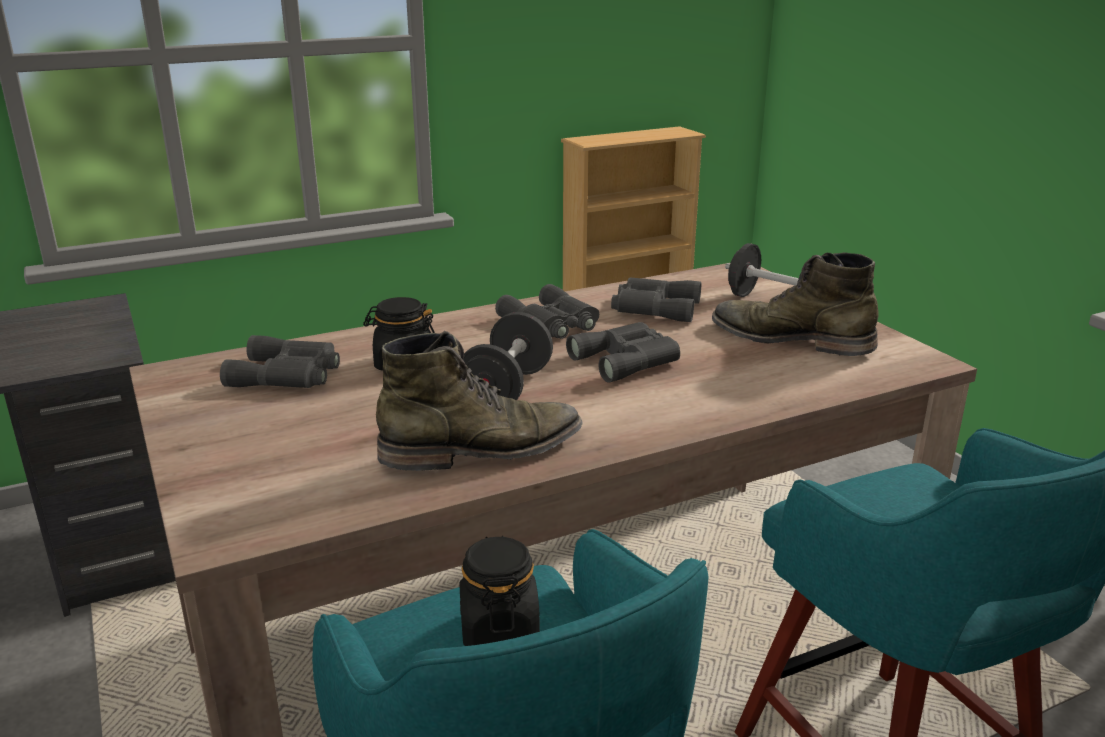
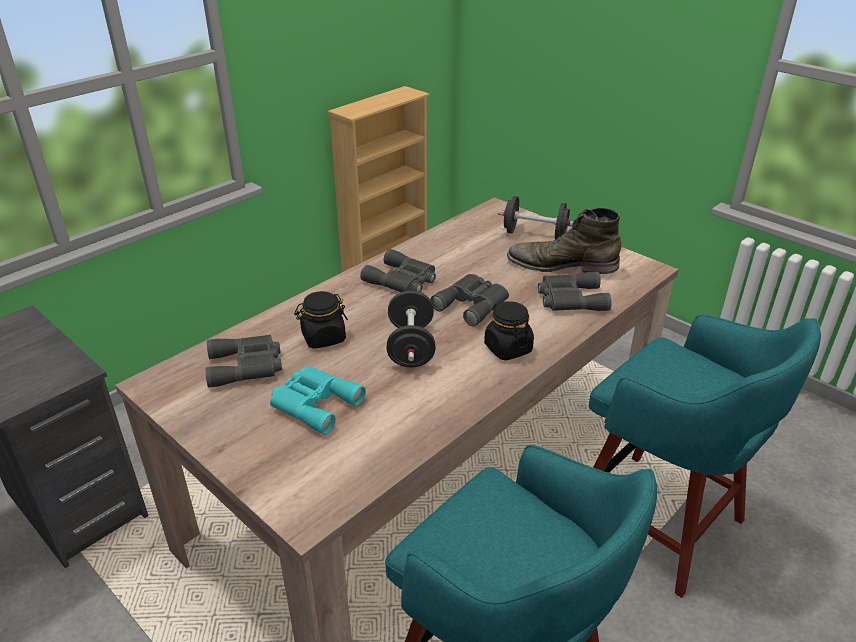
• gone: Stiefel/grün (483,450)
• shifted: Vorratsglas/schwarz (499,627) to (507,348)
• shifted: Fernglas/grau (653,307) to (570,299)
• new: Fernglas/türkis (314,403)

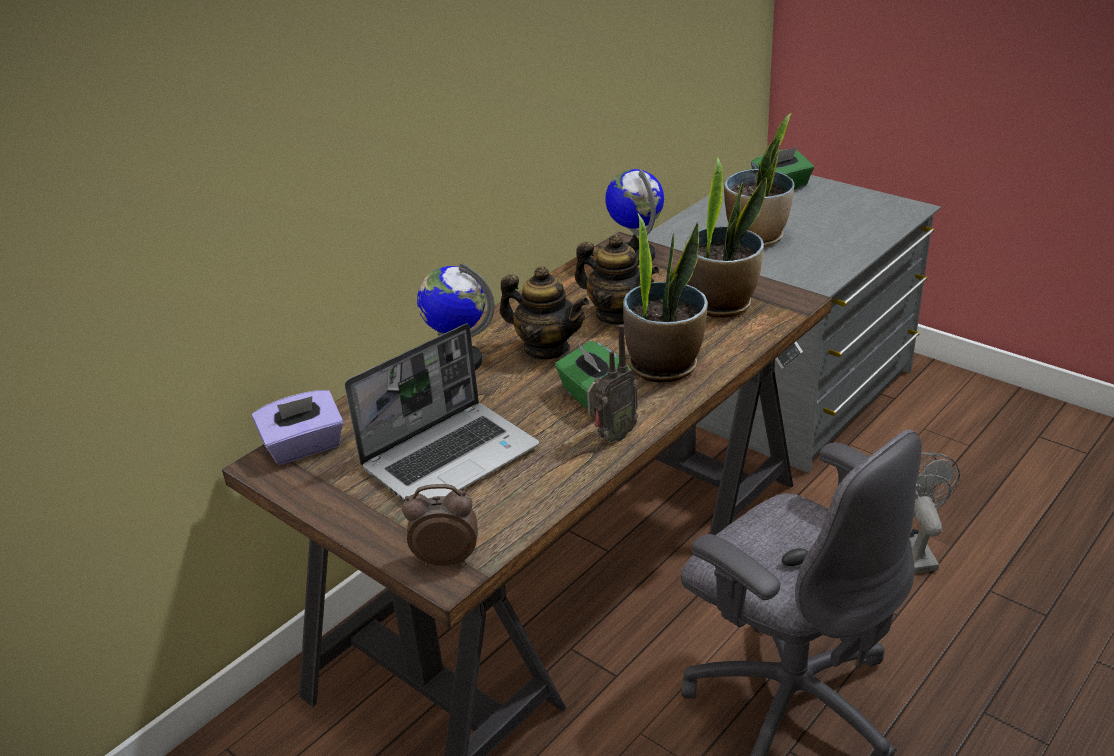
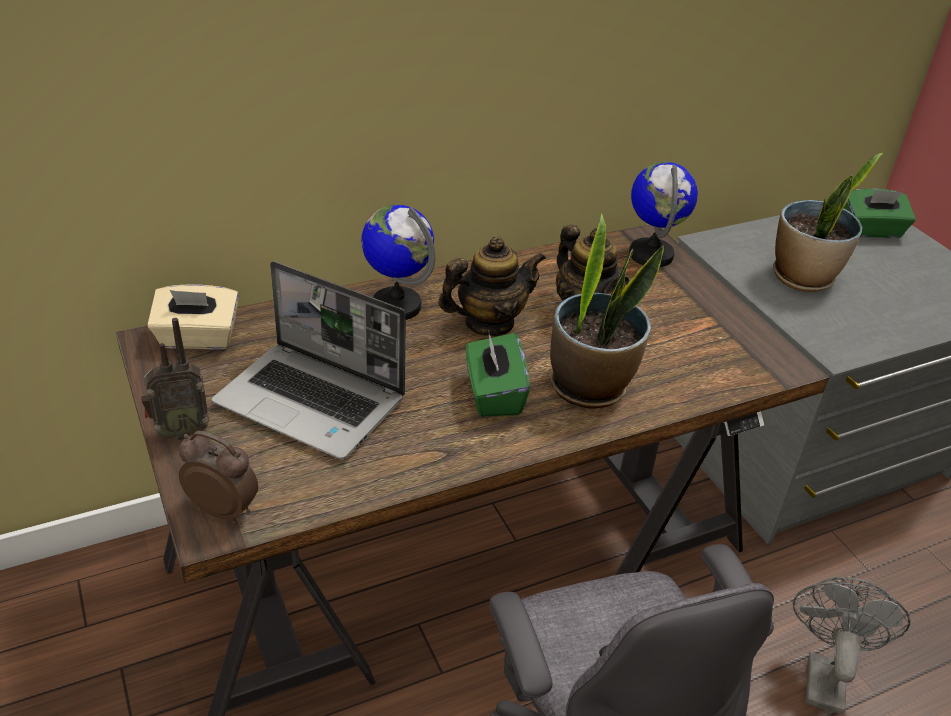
• repainted: Taschentuchbox/lila (304,447) to Taschentuchbox/beige (197,338)
• rotated: Laptop (451,456) = (313,402) 45 degrees clockwise
• rotated: Teekanne (547,348) = (489,323) 75 degrees counterclockwise
• shifted: Radio (612,436) to (180,432)
• gone: Topfpflanze (721,304)

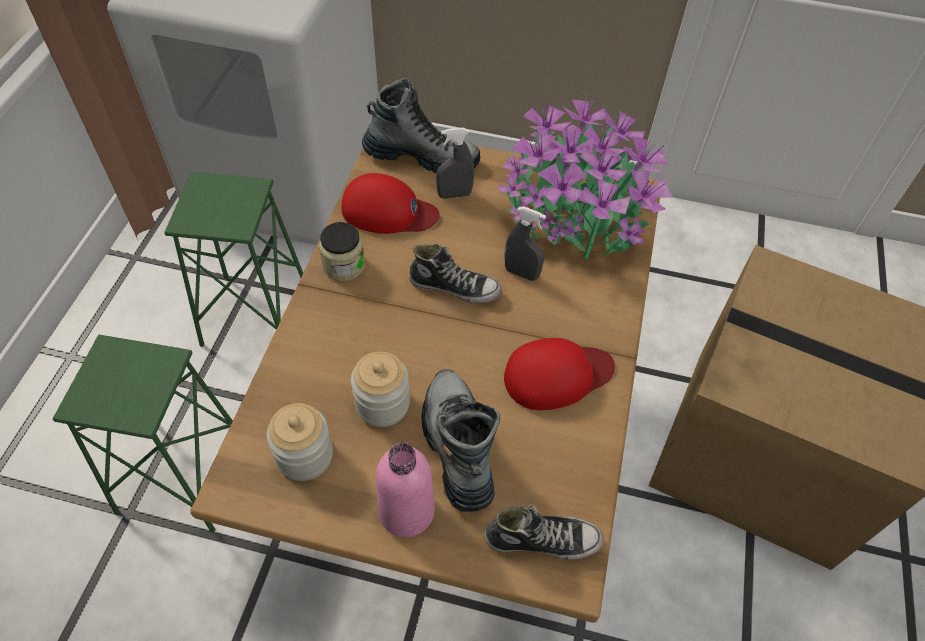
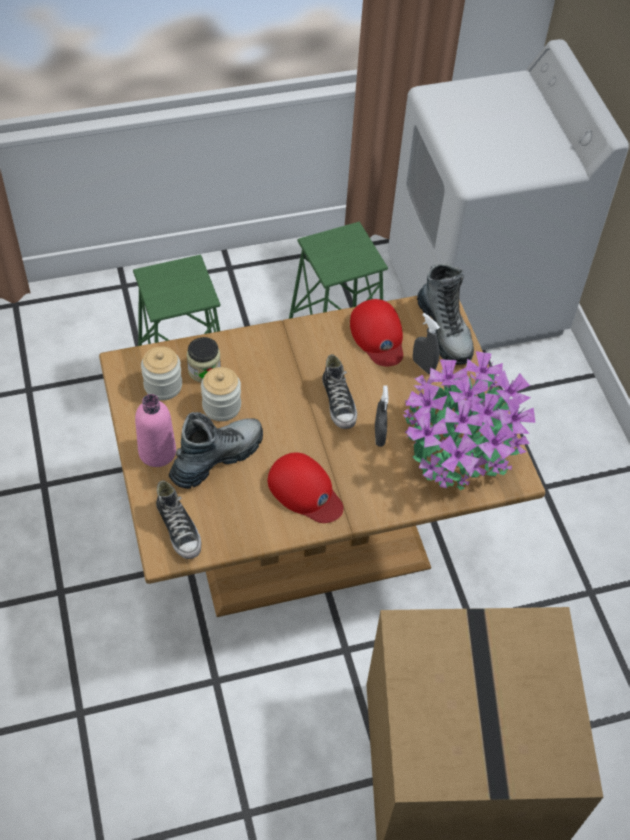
• shifted: Vorratsglas (344,265) to (204,370)

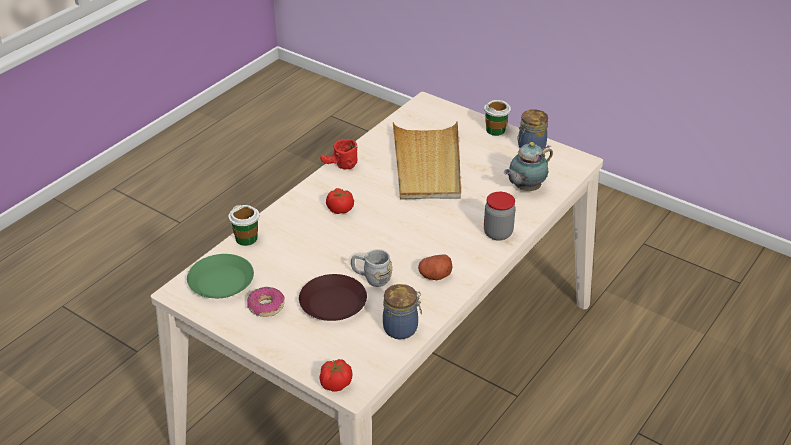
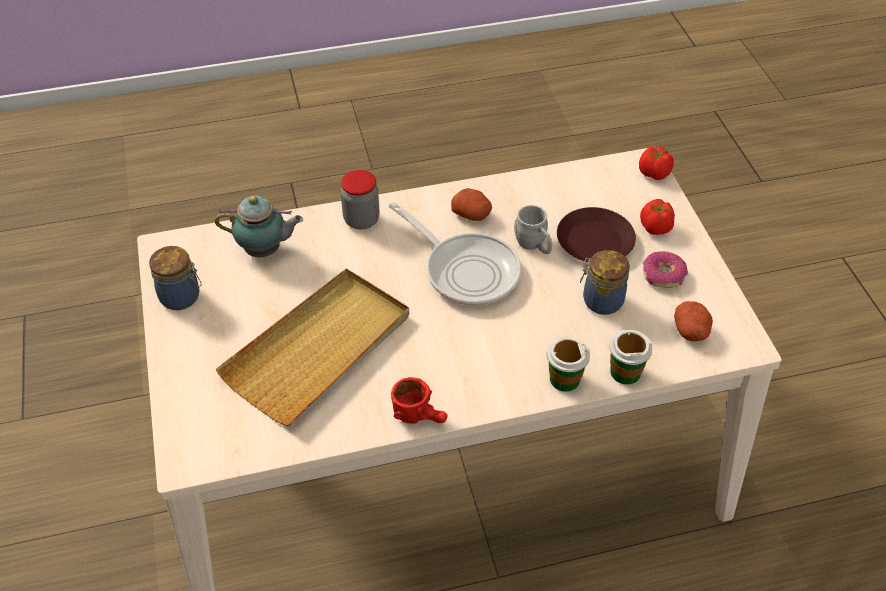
• swapped: Teller/grün (221,281) to Kartoffel (691,331)
• shifted: Tomate (340,210) to (655,228)
• shifted: Vorratsglas (402,328) to (600,300)
• shifted: Tasse (495,130) to (564,379)
• new: Pfanne (466,270)

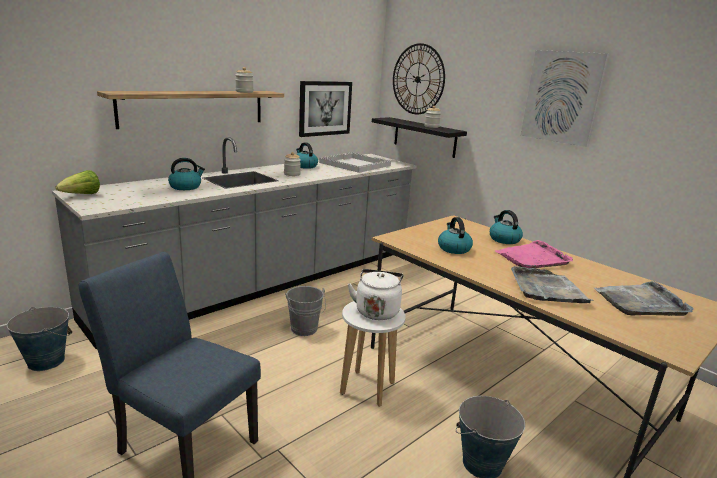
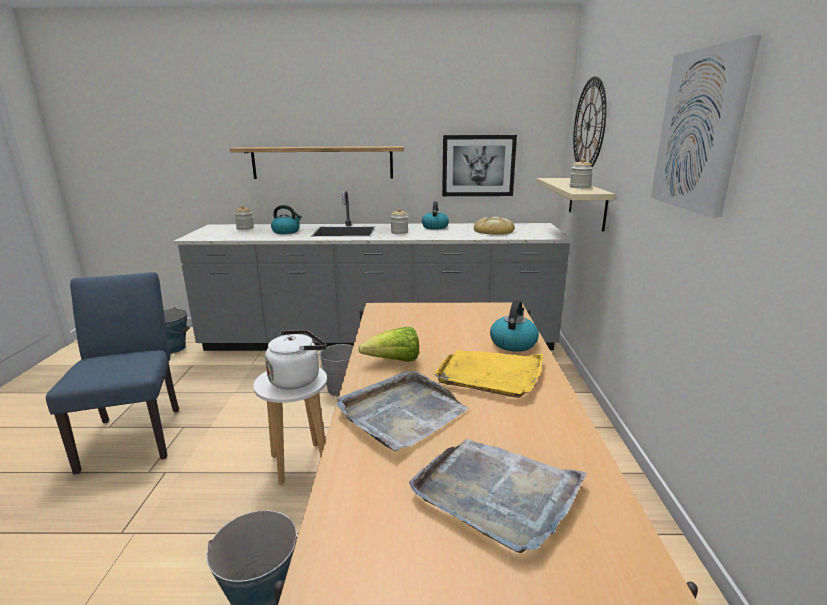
• shifted: Salatkopf (82,195) to (394,361)
• shifted: Vorratsglas (244,92) to (245,228)
• swapped: Tablett/weiß (354,164) to Brot (494,230)
• repainted: Wandregal/schwarz (424,137) to Wandregal/beige (587,202)
• gone: Wasserkessel (453,248)
• repainted: Tablett/rosa (533,258) to Tablett/gelb (490,374)

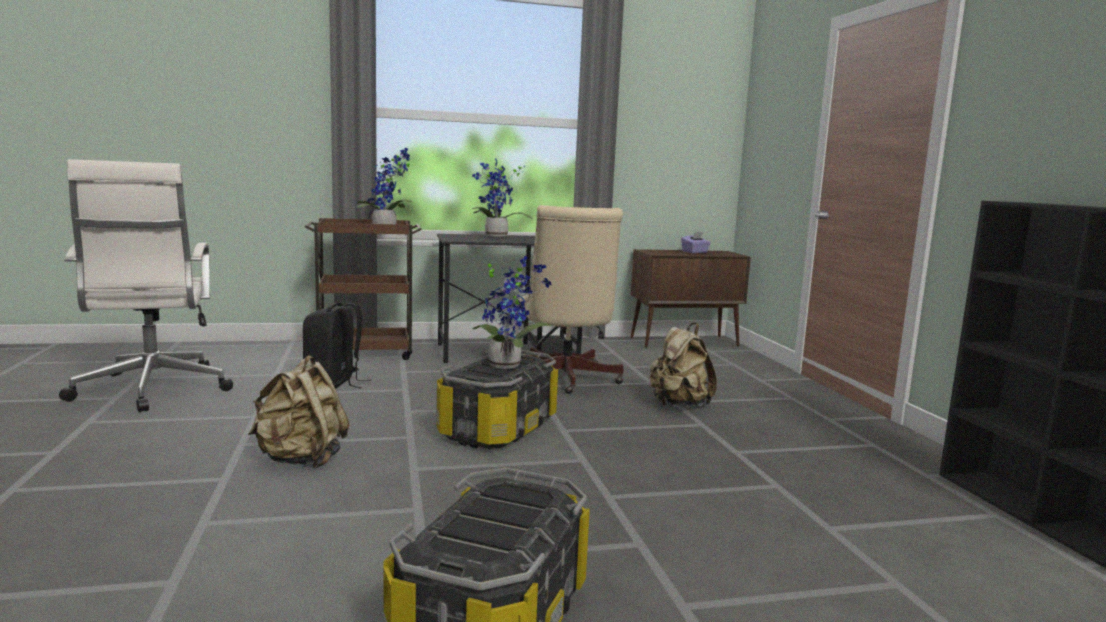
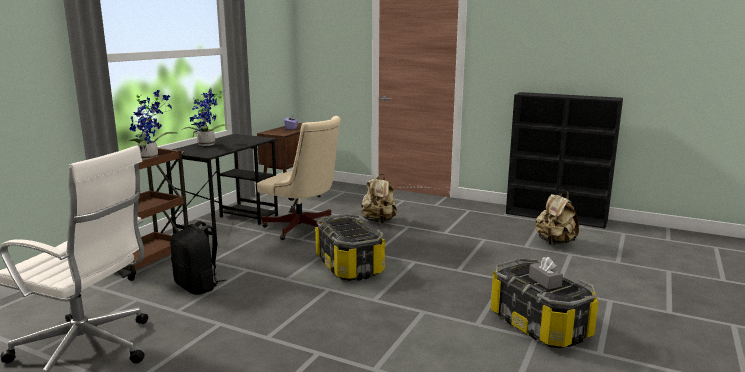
• shifted: Rucksack/beige (301,460) to (555,243)
• gone: Topfpflanze (508,365)
• new: Taschentuchbox/grau (544,281)

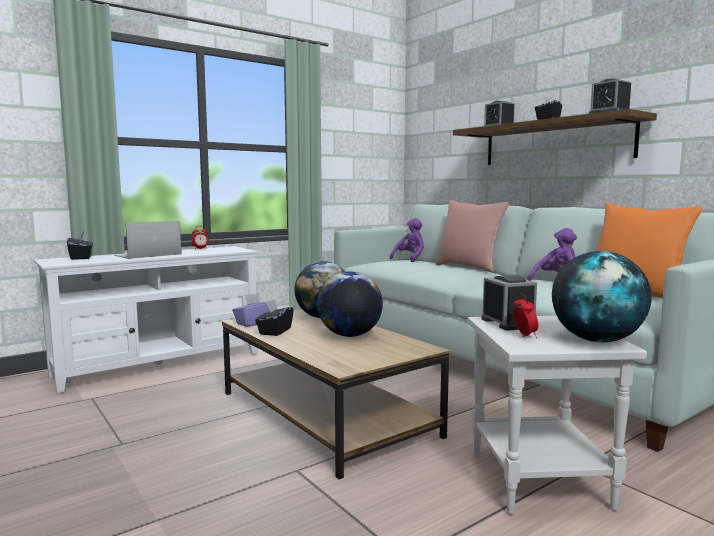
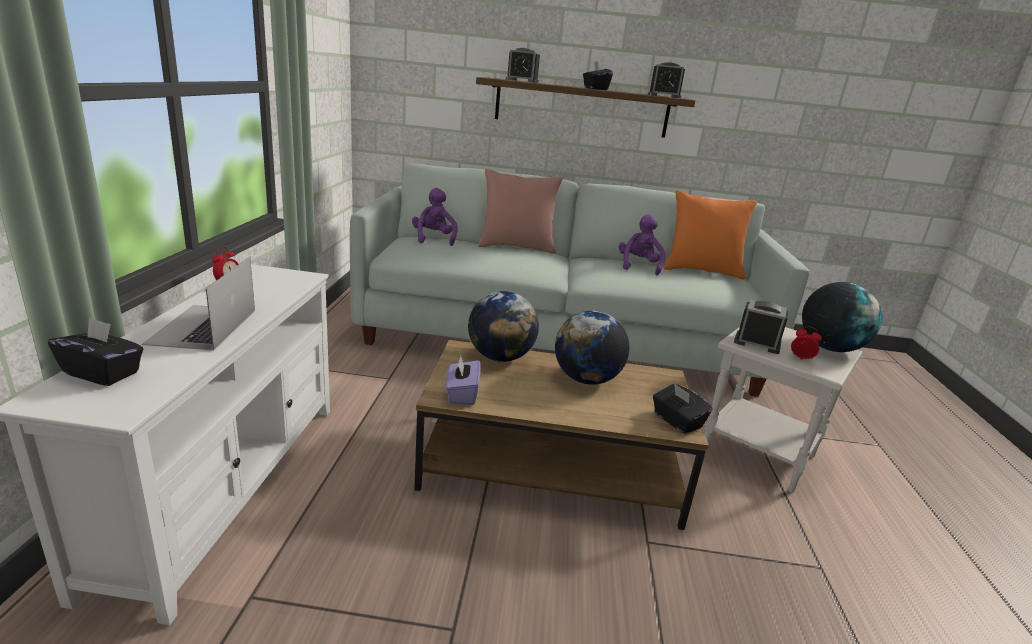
• shifted: Taschentuchbox/schwarz (275,331) to (677,421)

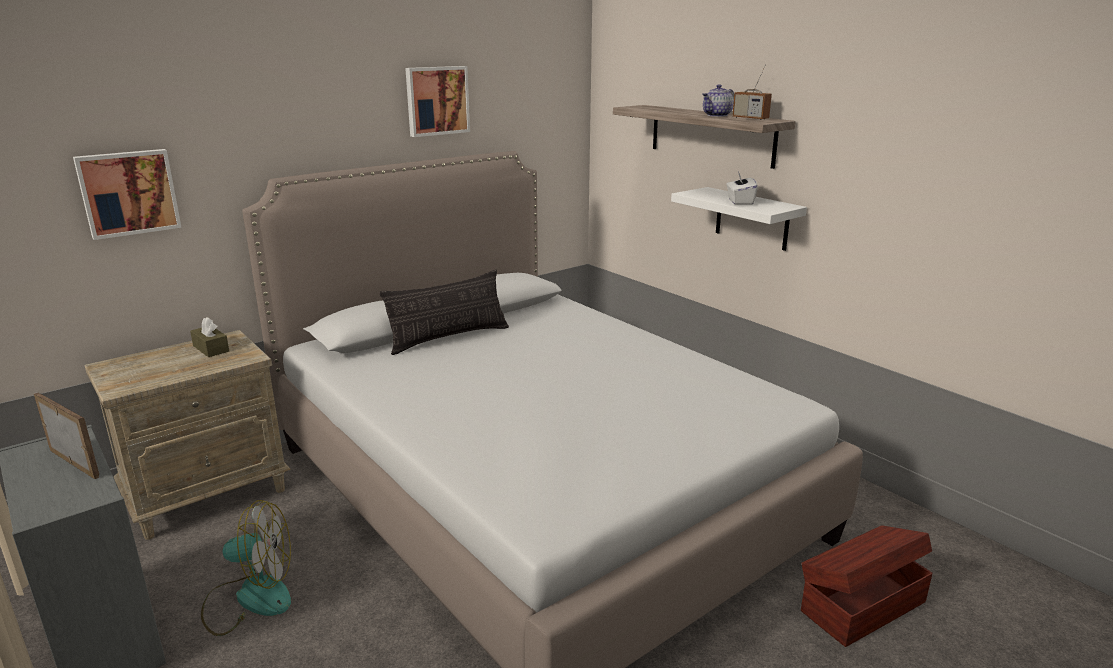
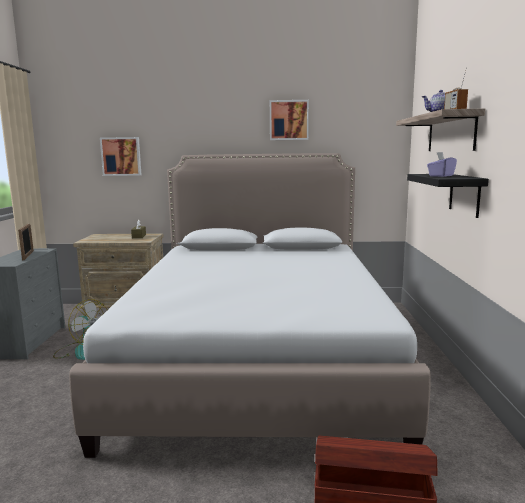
• gone: Kissen (449,338)
• repainted: Wandregal/weiß (752,218) to Wandregal/schwarz (464,194)
• repainted: Taschentuchbox/weiß (739,202) to Taschentuchbox/lila (440,176)

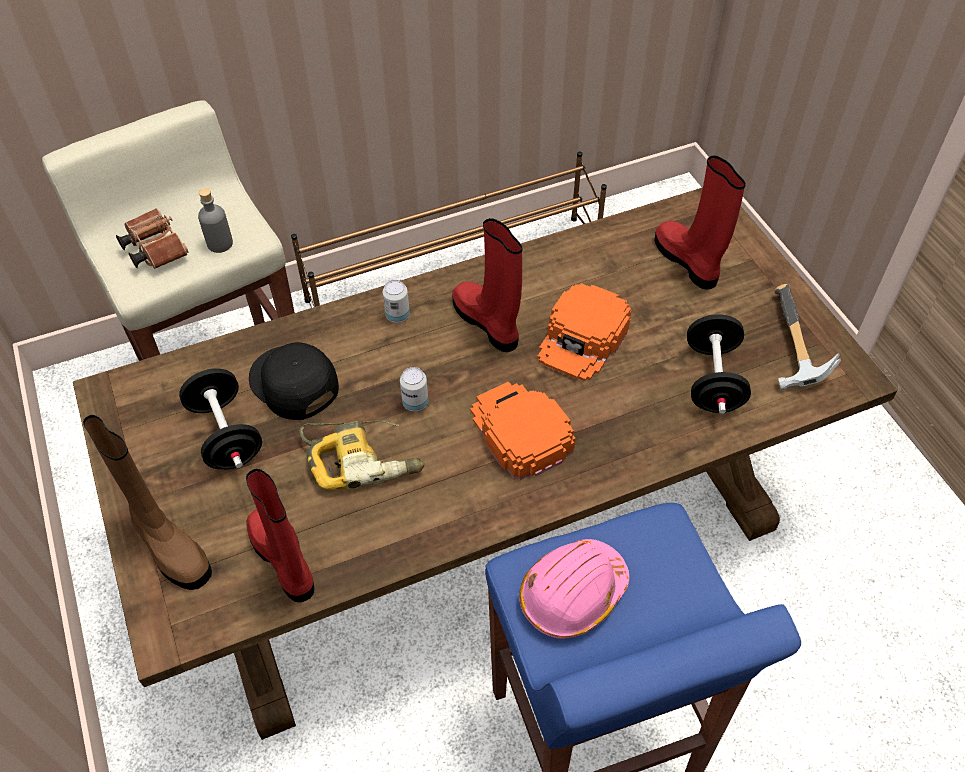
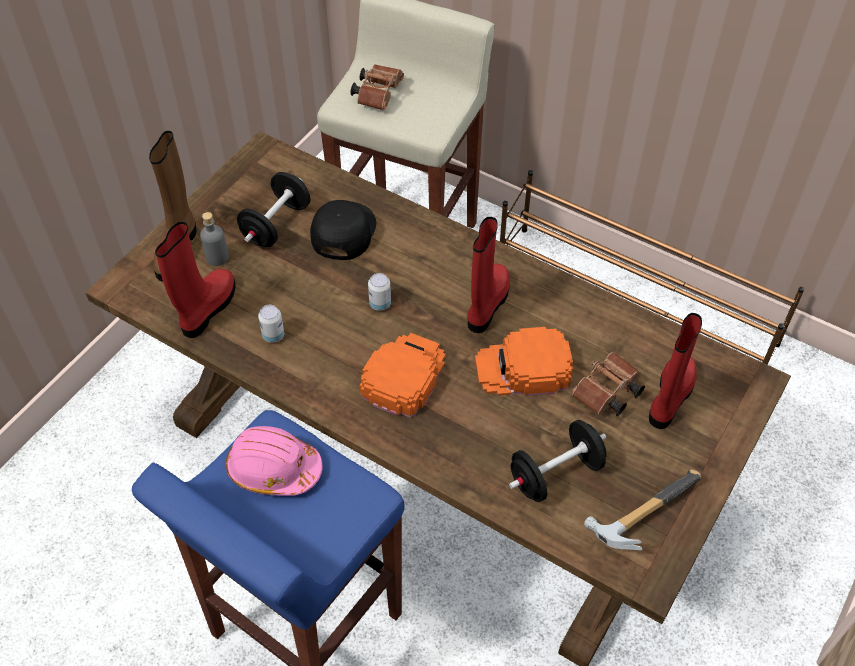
• shifted: Flasche/grau (220,243) to (217,257)
• gone: Bohrmaschine (363,458)
• shifted: Dose (397,315) to (273,335)
• new: Fernglas/braun (606,394)

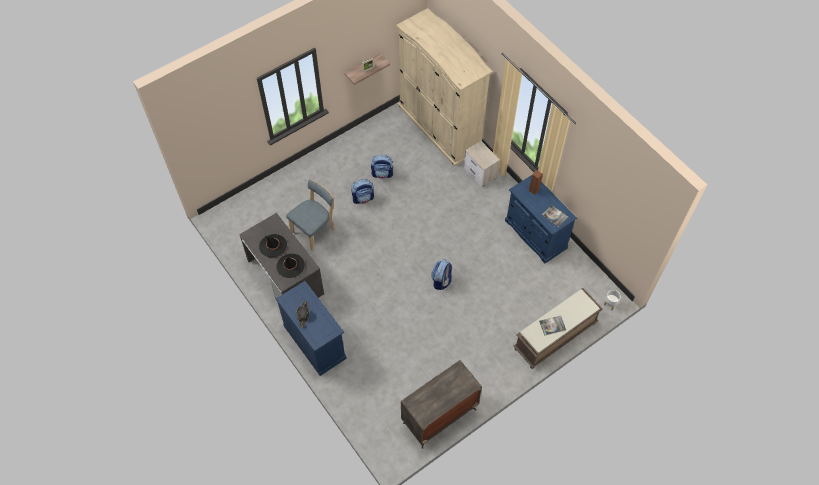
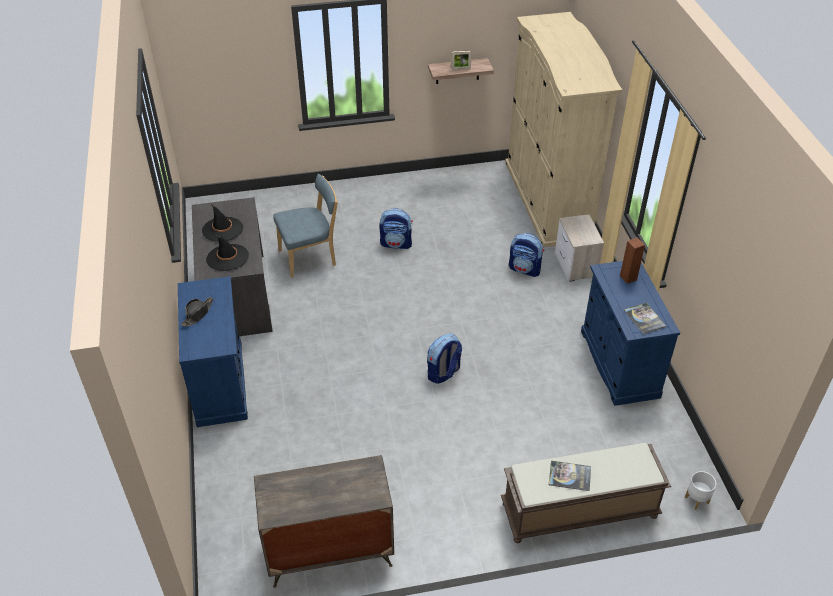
• shifted: Rucksack (382,174) to (525,269)

